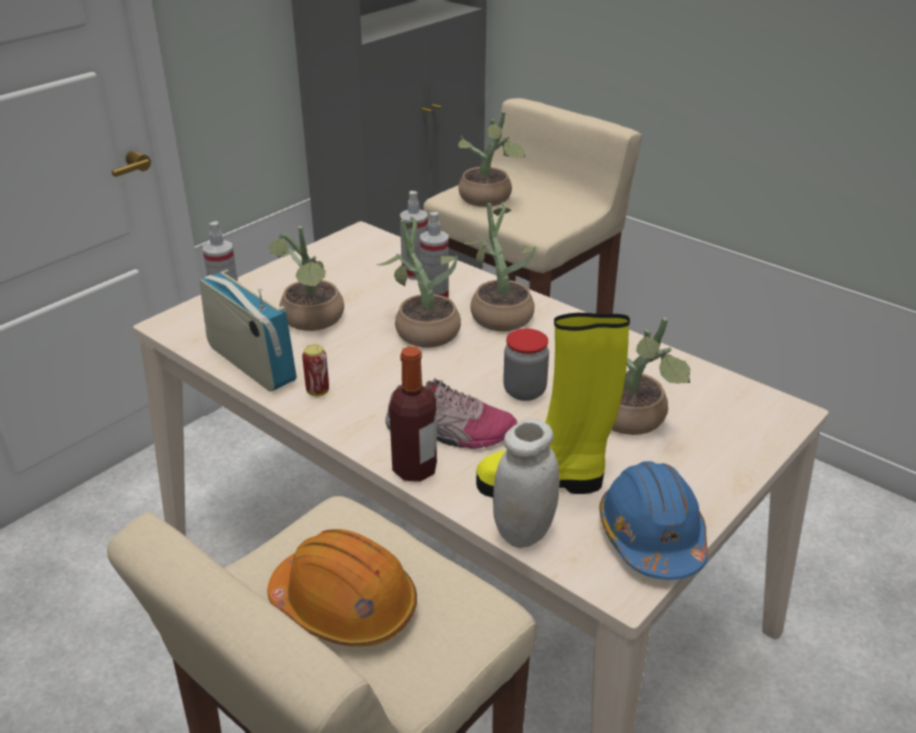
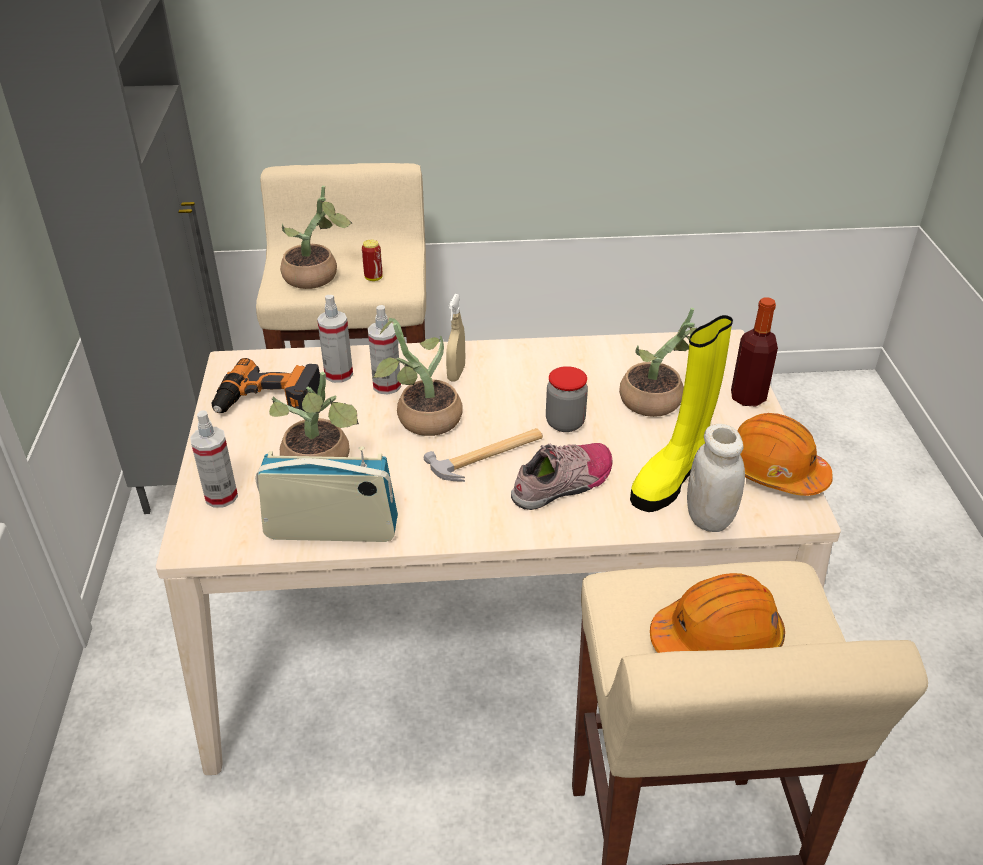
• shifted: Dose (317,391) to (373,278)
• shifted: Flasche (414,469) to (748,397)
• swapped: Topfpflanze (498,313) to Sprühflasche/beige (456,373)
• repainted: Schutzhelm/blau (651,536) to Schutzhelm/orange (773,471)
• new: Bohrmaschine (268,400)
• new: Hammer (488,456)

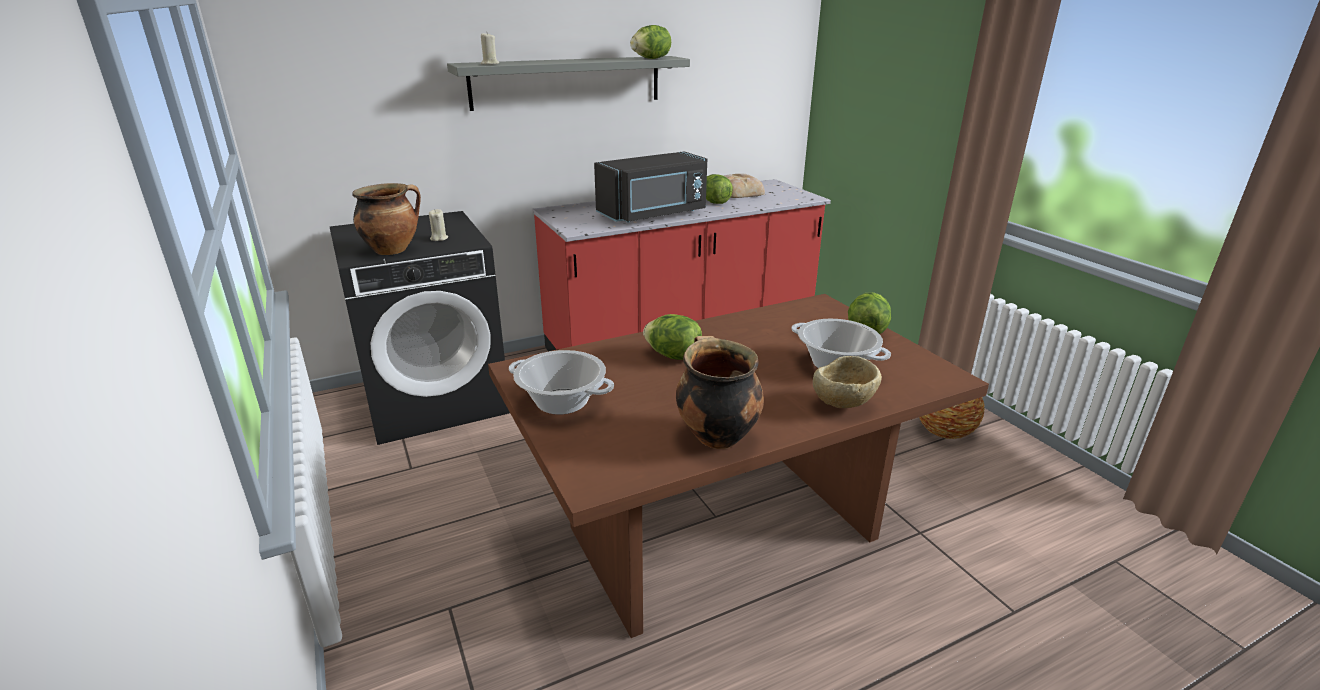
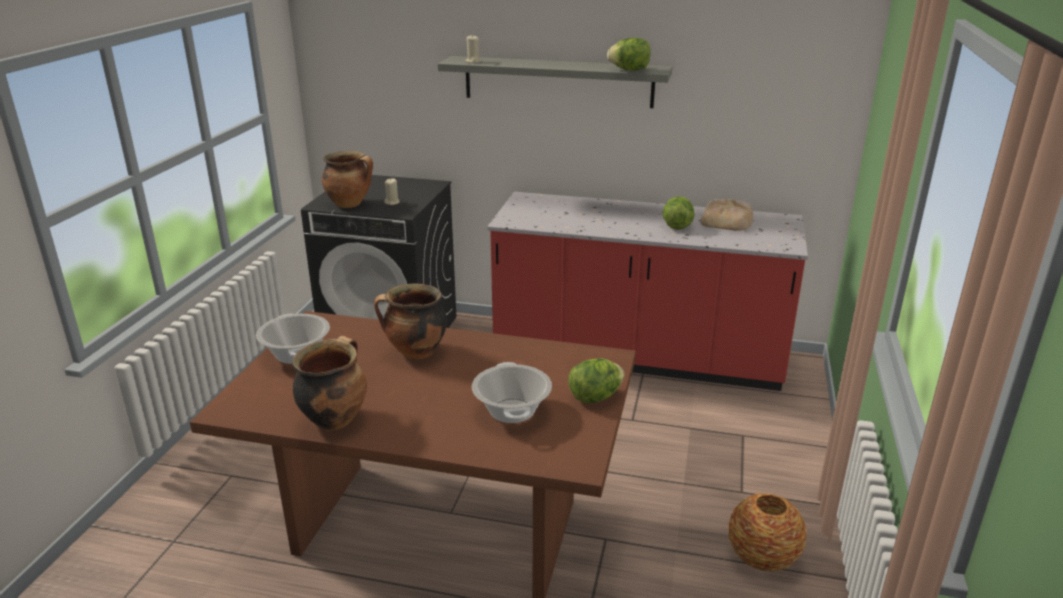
• gone: Mikrowelle/schwarz (654,214)
• swapped: Salatkopf (673,356) to Kochtopf (415,353)
• gone: Schüssel/beige (842,405)

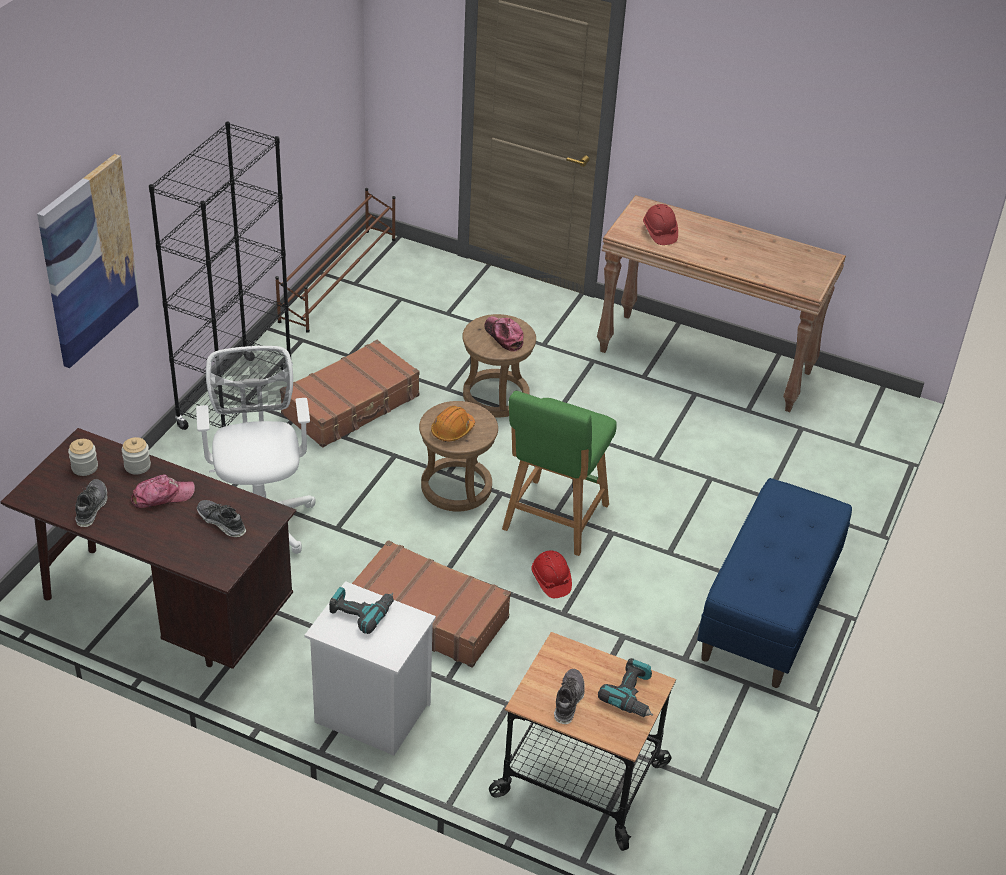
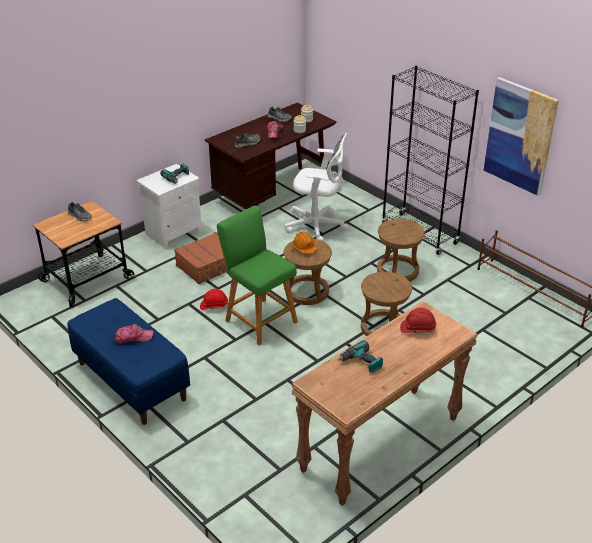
• shifted: Bild (88,261) to (520,136)
• swapped: Koffer/braun (352,405) to Hocker/braun (398,271)
• shifted: Kappe (503,336) to (133,337)
• shifted: Bohrmaschine (632,695) to (361,363)

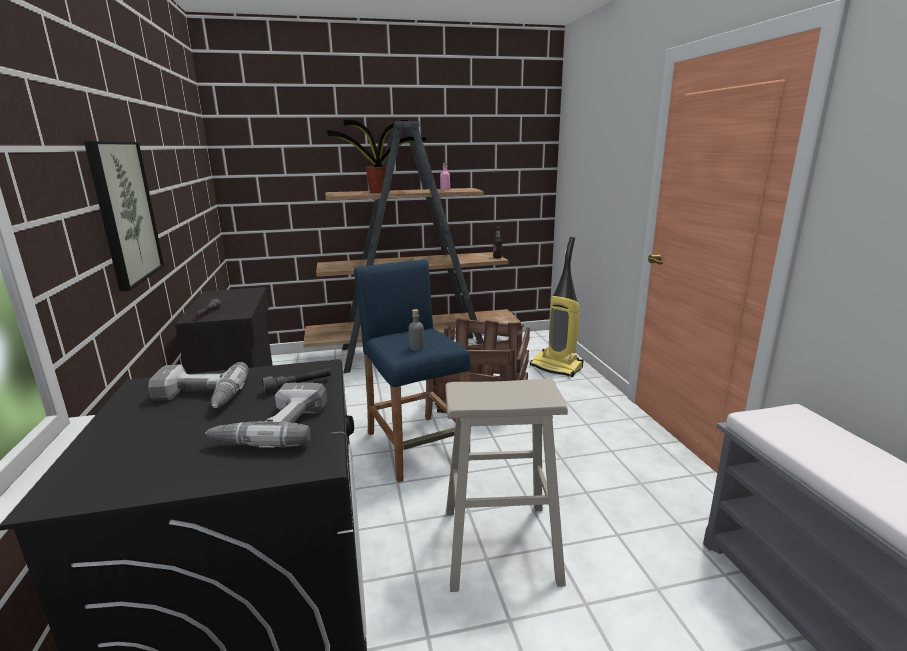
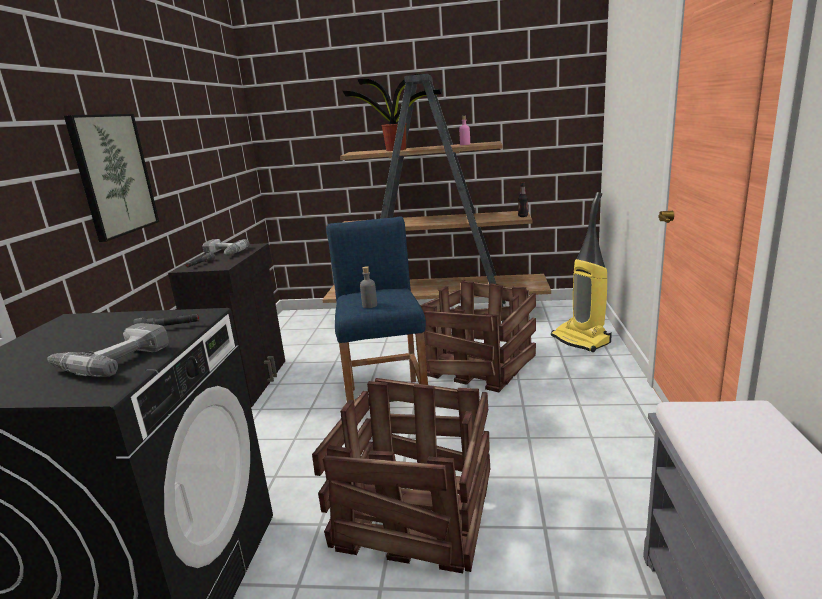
• shifted: Bohrmaschine (197,398) to (223,253)
• swapped: Hocker/beige (499,545) to Kiste (412,514)

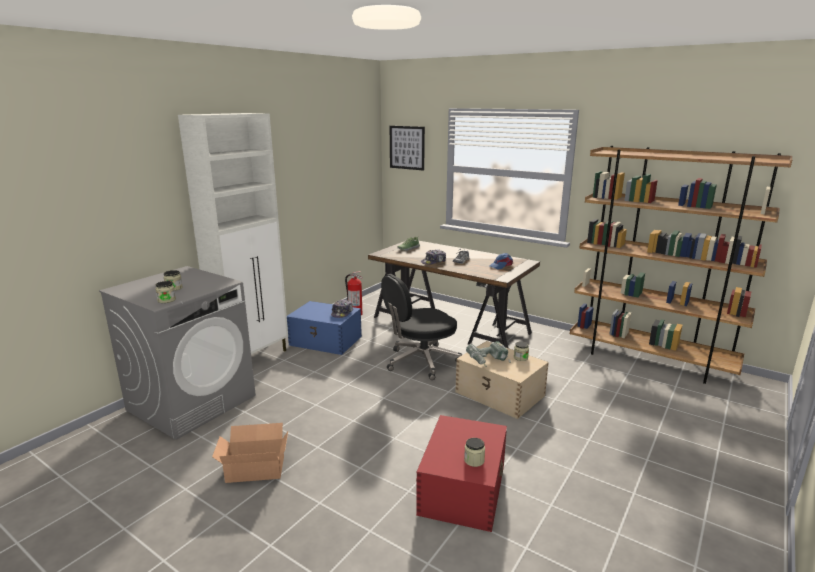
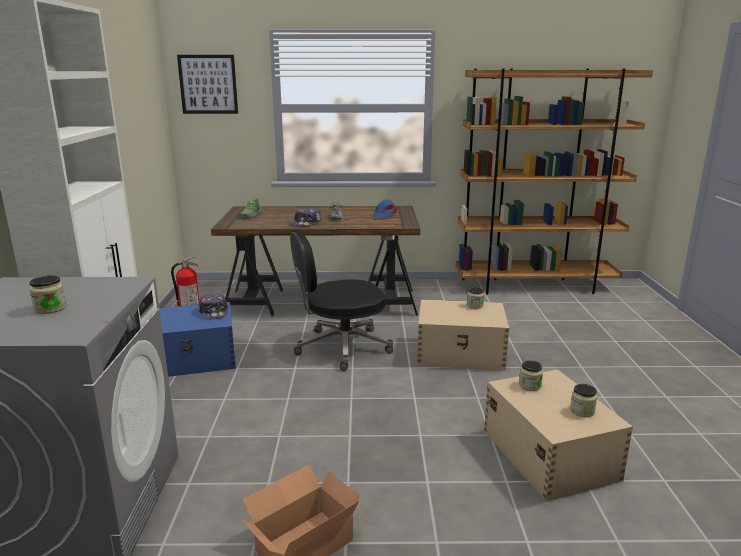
• shifted: Vorratsglas (166,300) to (529,385)
• rotated: Bürostuhl/schwarz (420,362) = (341,347) 45 degrees clockwise
• repainted: Aufbewahrungsbox/rot (463,488) to Aufbewahrungsbox/beige (548,453)
• gone: Bohrmaschine (488,362)

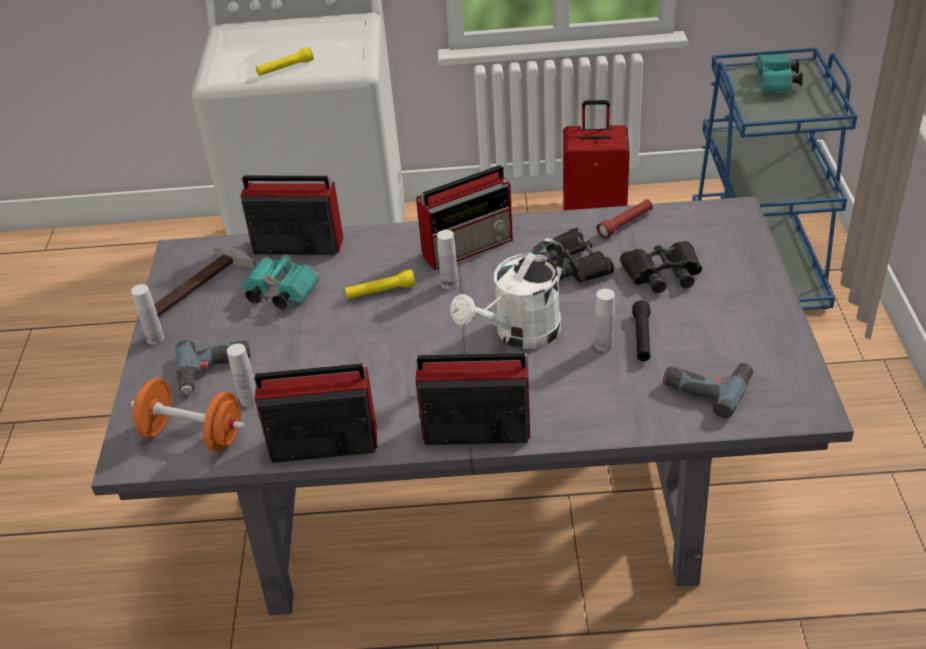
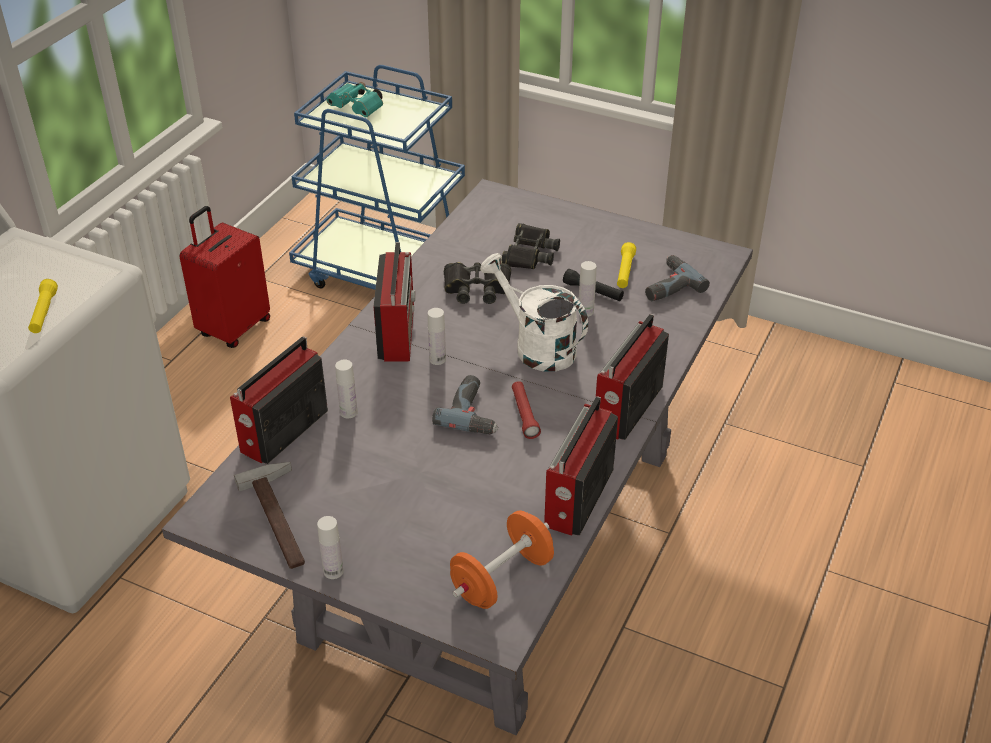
• shifted: Bohrmaschine (214,371) to (474,412)
• shifted: Flasche/weiß (249,399) to (348,412)
• gone: Fernglas/türkis (279,293)
• shifted: Taschenlampe/gelb (380,291) to (625,271)
• rotated: Gießkanne/weiß (519,334) = (536,346) 150 degrees clockwise
• shifted: Taschenlampe/rot (625,224) to (524,415)

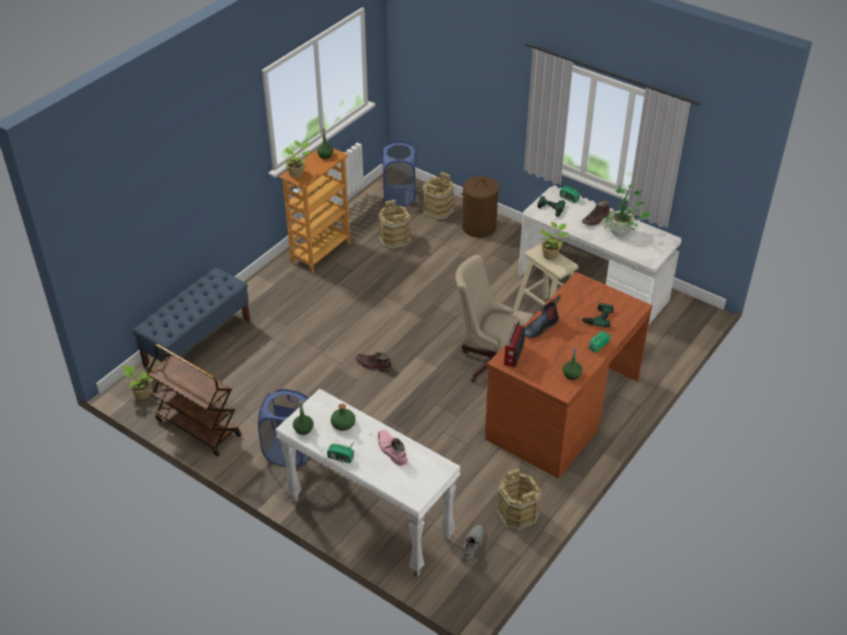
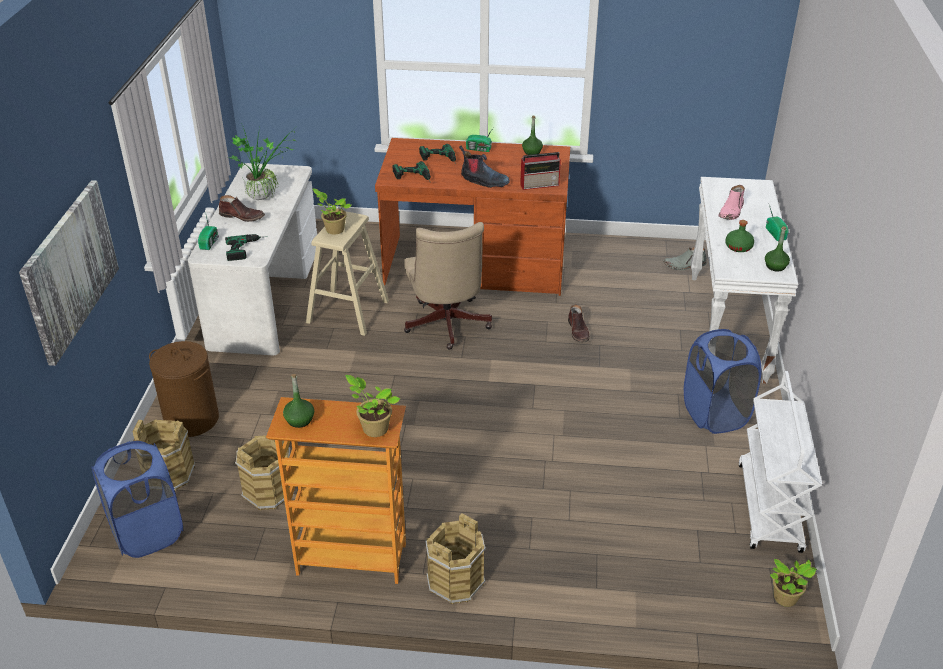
• gone: Bank/blau (198,342)
• repainted: Rollwagen/braun (197,427) to Rollwagen/weiß (769,508)
• shifted: Stiefel/braun (373,365) to (578,331)
• shifted: Eimer/braun (517,514) to (456,581)
• new: Bild (70,269)
• new: Bohrmaschine (413,178)

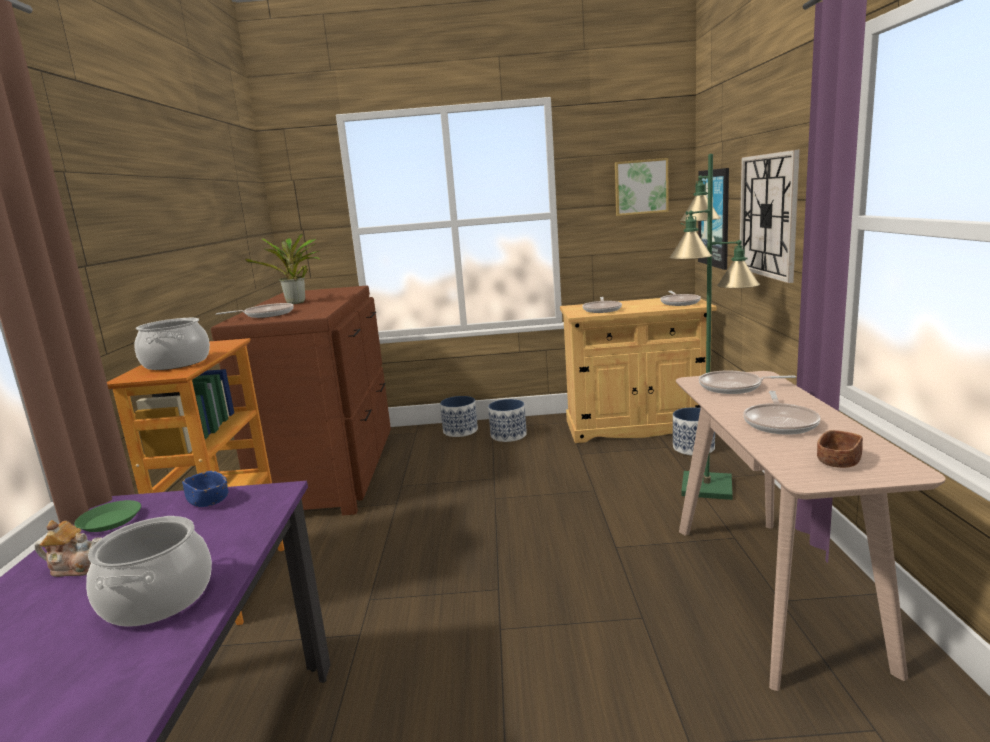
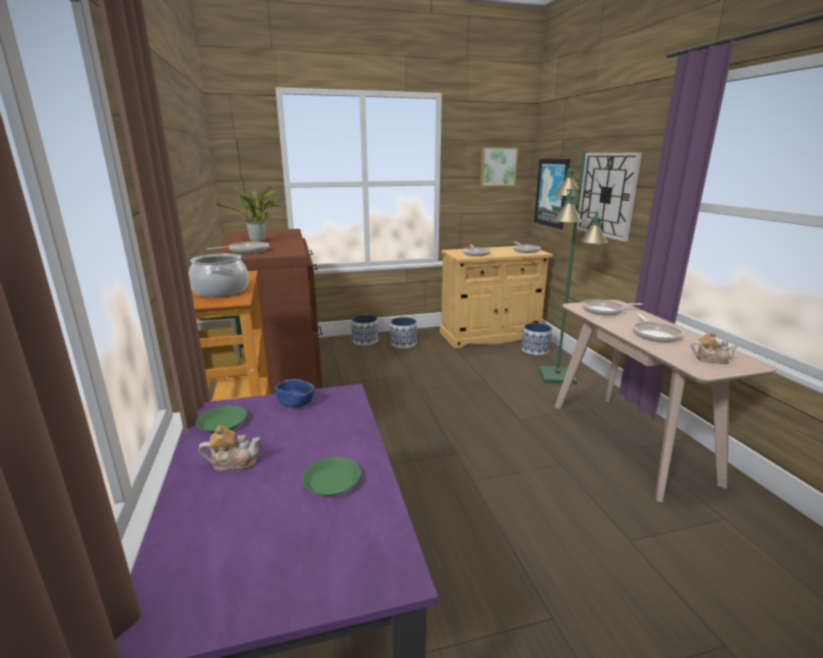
• swapped: Kochtopf (157,598) to Teller/grün (331,481)
• swapped: Schüssel/braun (838,462) to Teekanne (710,359)

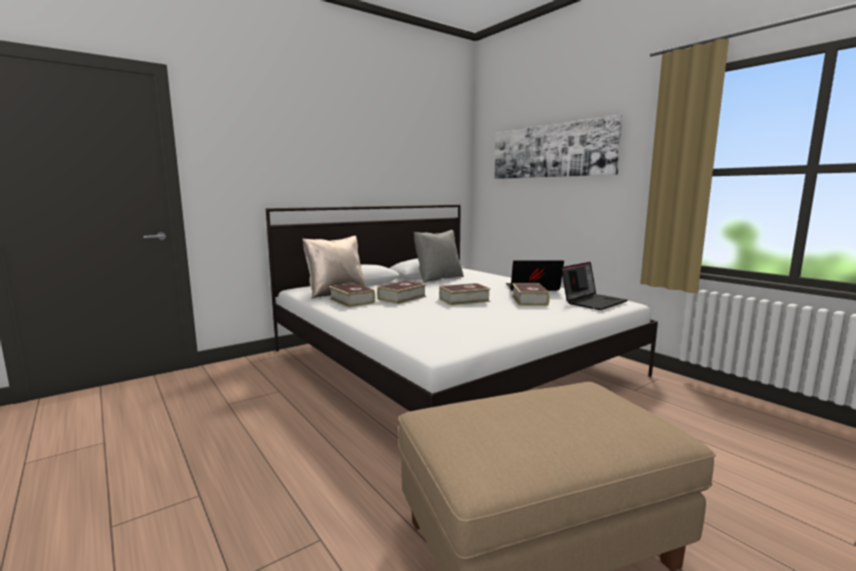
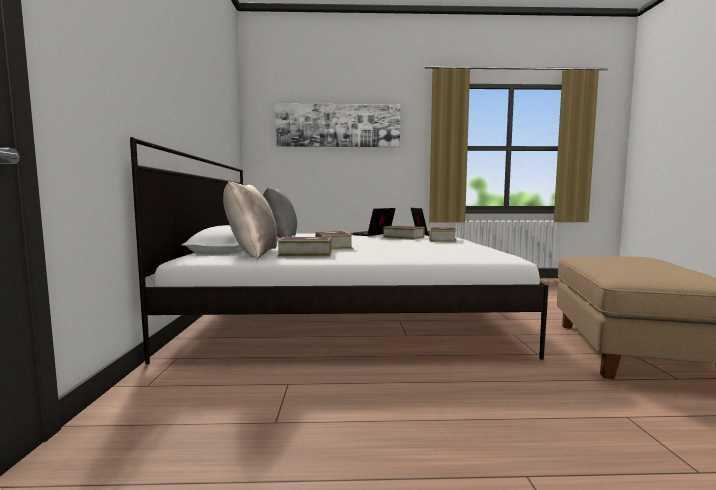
• shifted: Buch (464,300) to (443,240)

